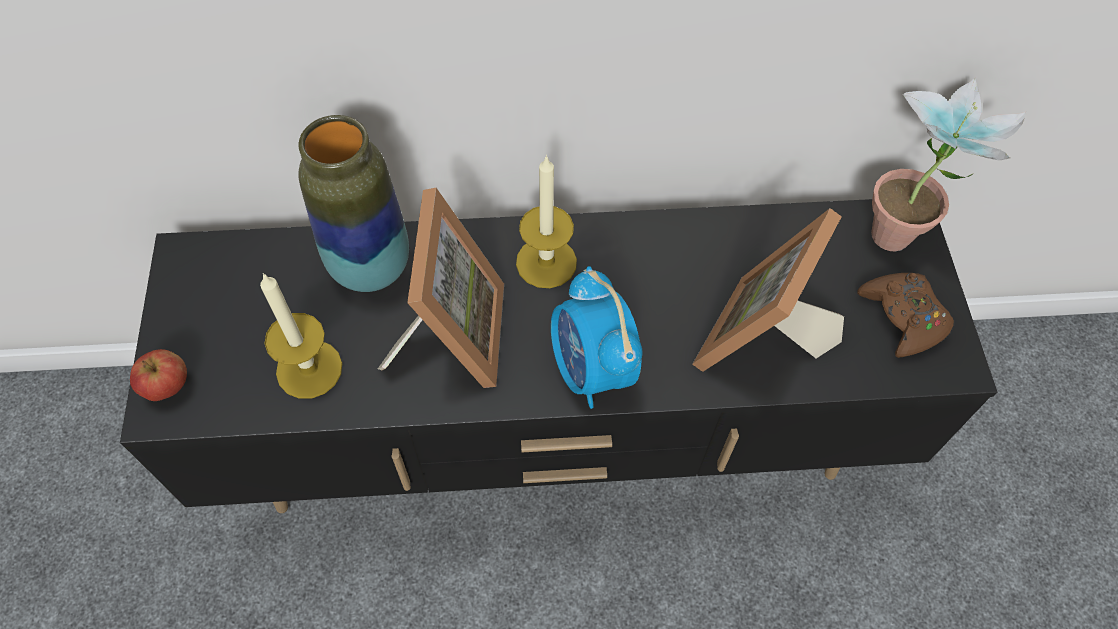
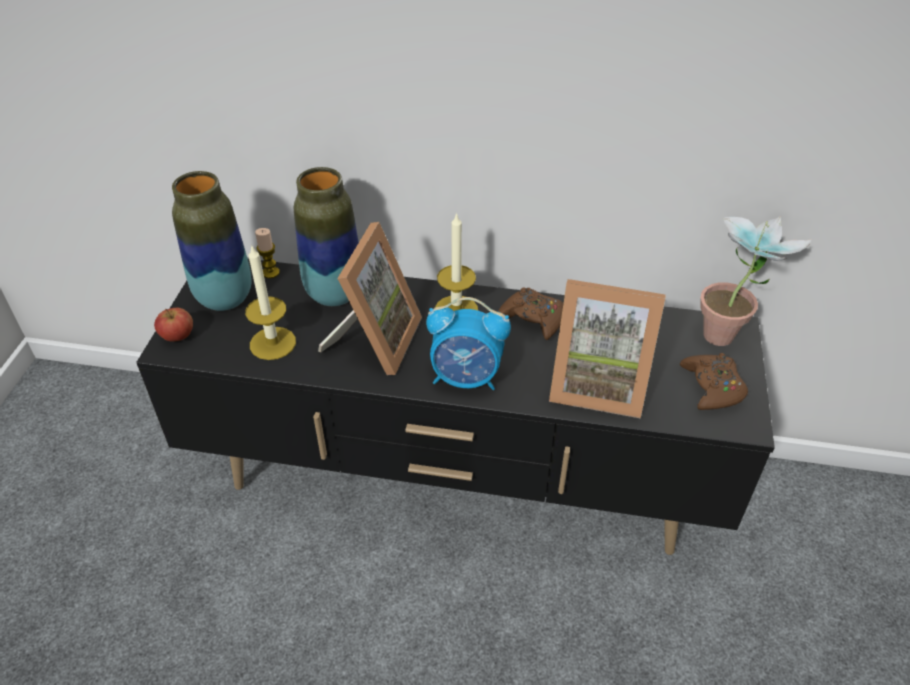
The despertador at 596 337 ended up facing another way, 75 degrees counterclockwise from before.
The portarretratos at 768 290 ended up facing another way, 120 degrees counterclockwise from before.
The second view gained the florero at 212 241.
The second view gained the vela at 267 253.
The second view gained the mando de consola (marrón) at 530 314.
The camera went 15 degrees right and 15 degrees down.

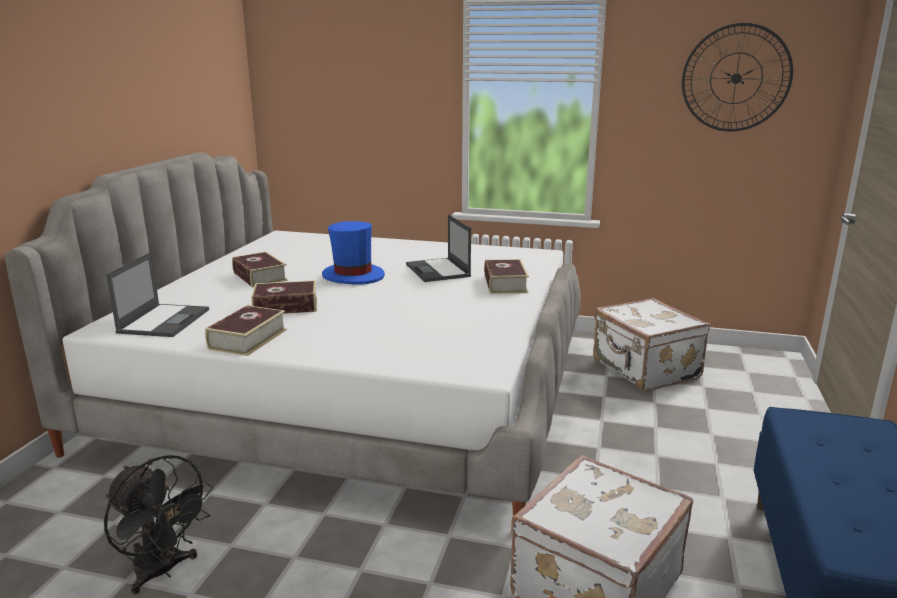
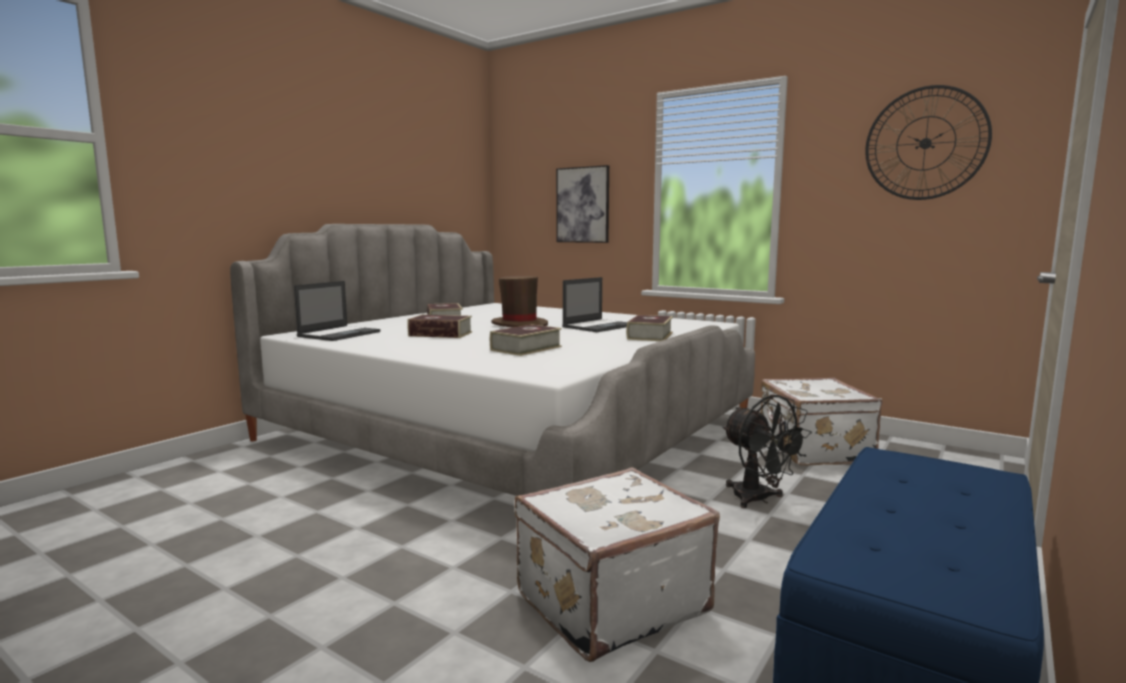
The ventilador (negro) ended up elsewhere, having gone from 159 525 to 767 451.
The libro ended up elsewhere, having gone from 246 330 to 526 340.
What was the sombrero (azul) at 353 252 turned into the sombrero (marrón) at 520 302.
The portátil at 438 248 ended up facing another way, 135 degrees counterclockwise from before.
The second view gained the cuadro at 582 204.
The camera went 20 degrees right and 10 degrees down.

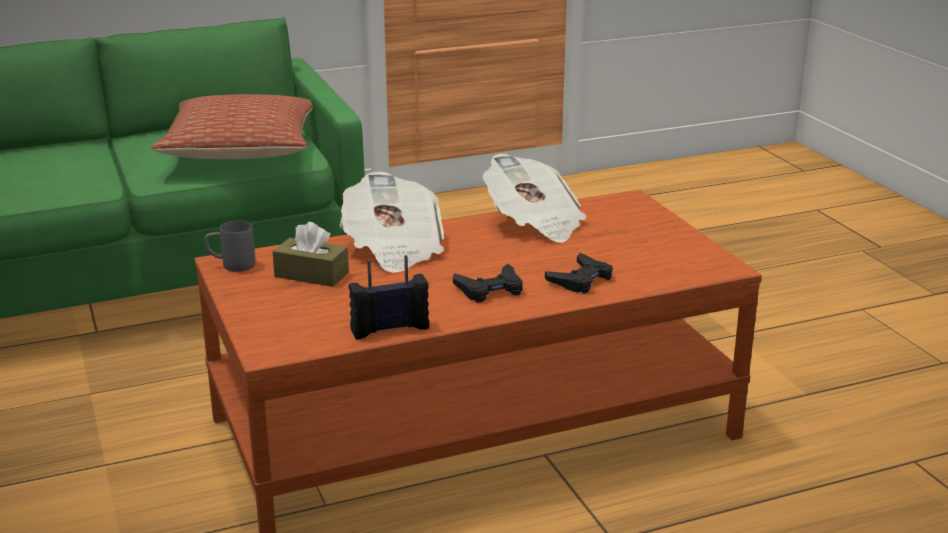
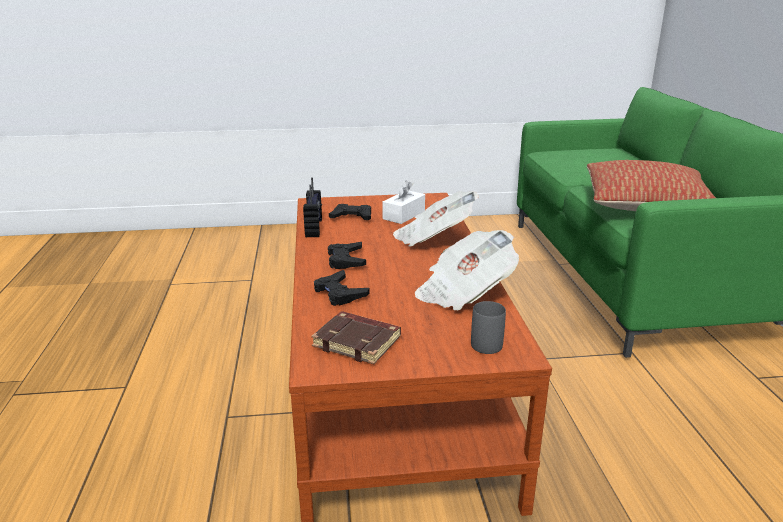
The taza grande (gris) ended up elsewhere, having gone from 229 246 to 488 327.
What was the caja de pañuelos (marrón) at 311 254 turned into the caja de pañuelos (blanco) at 404 202.
The second view gained the libro (marrón) at 356 337.
The second view gained the mando de consola (negro) at 350 212.
The camera went 105 degrees right and 0 degrees up.

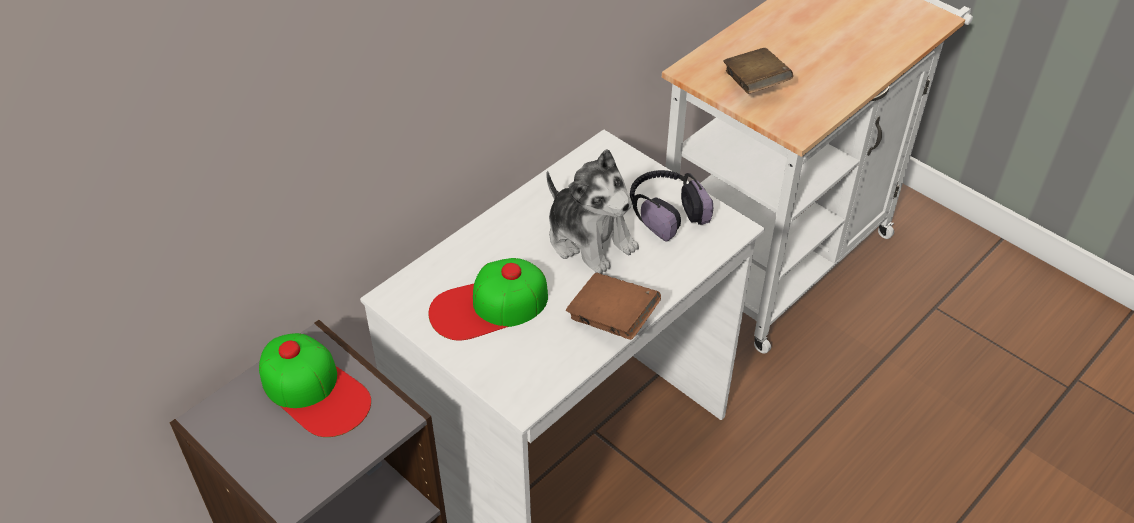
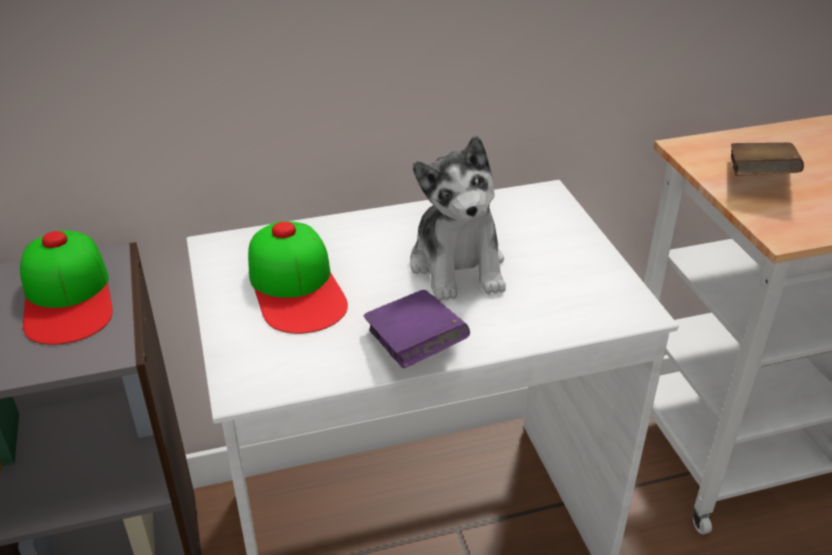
The gorra at 488 299 ended up facing another way, 120 degrees counterclockwise from before.
What was the libro (marrón) at 613 306 turned into the libro (morado) at 416 329.
The second view lost the auriculares at 672 206.
The camera went 30 degrees right and 10 degrees down.

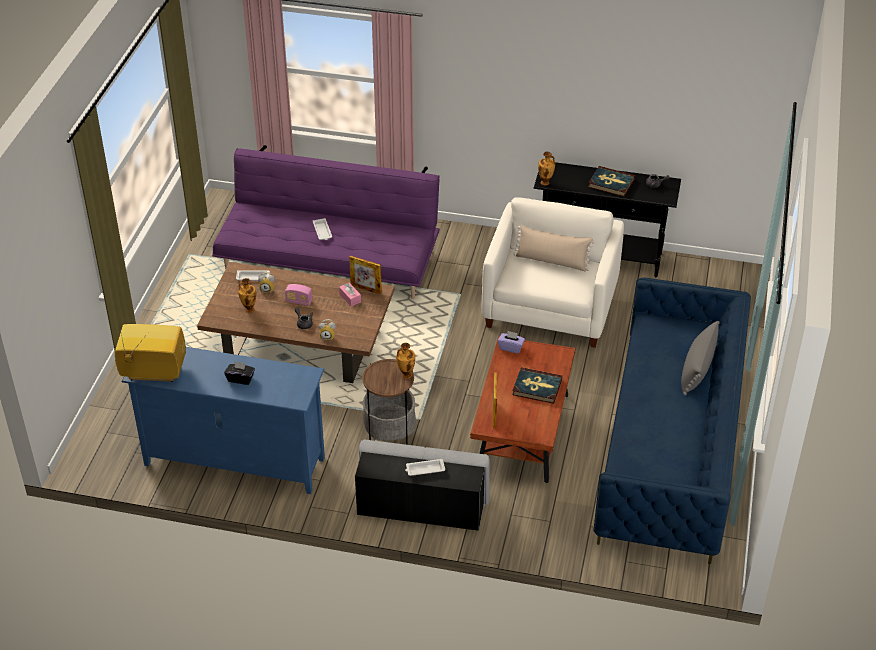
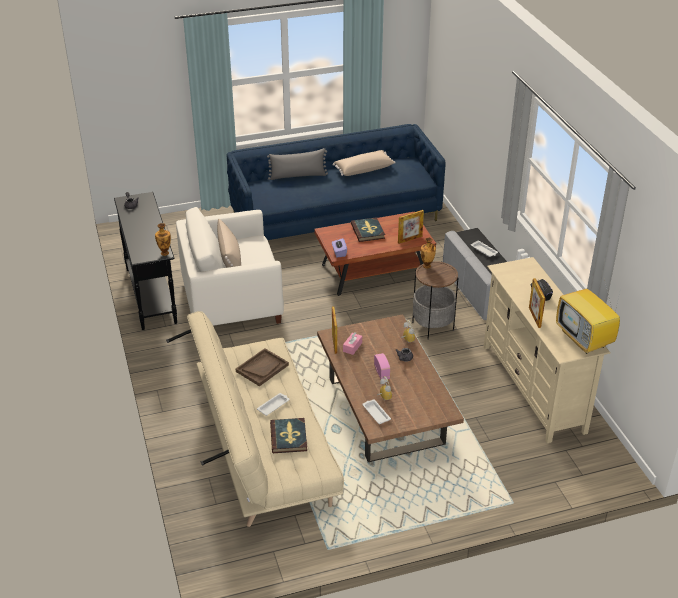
What was the mueble de televisión (azul) at 223 420 turned into the mueble de televisión (beis) at 547 350.
What was the sofá (morado) at 326 222 turned into the sofá (beis) at 255 419.
The second view lost the florero at 247 295.
The libro ended up elsewhere, having gone from 611 181 to 288 435.
The second view gained the bandeja (marrón) at 262 367.
The second view gained the cojín (beis) at 364 163.
The second view gained the portarretratos at 537 303.
The camera went 120 degrees left and 5 degrees down.

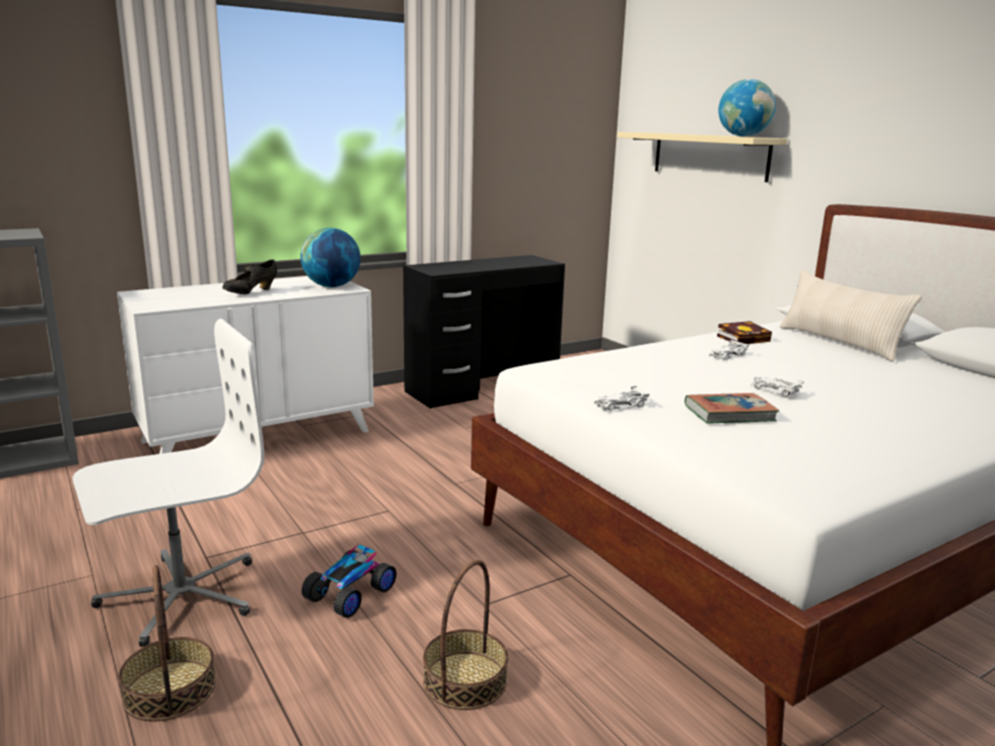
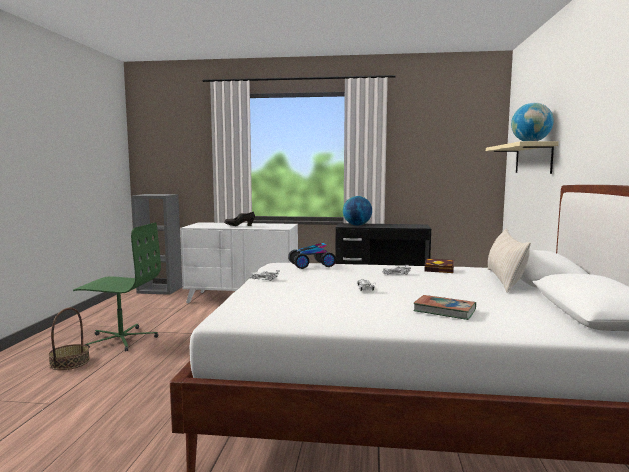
What was the silla de oficina (blanco) at 168 483 turned into the silla de oficina (verde) at 117 286.
The globo terráqueo ended up elsewhere, having gone from 330 257 to 357 211.
The coche de juguete ended up elsewhere, having gone from 349 581 to 312 256.
The second view lost the cesta at 465 635.
The libro ended up elsewhere, having gone from 732 408 to 444 307.
The camera went 40 degrees right and 10 degrees down.

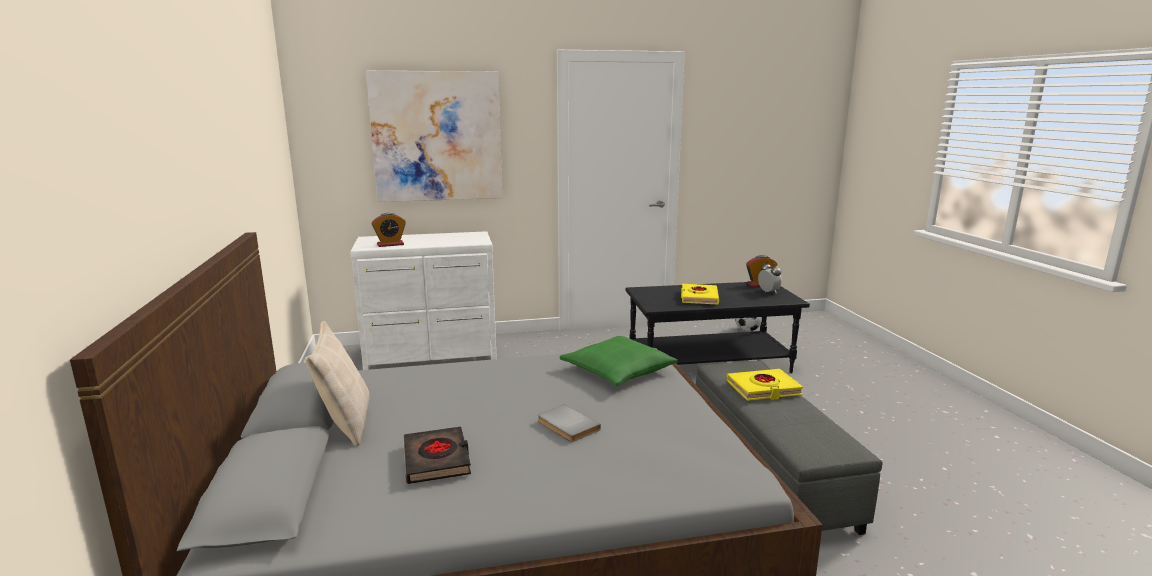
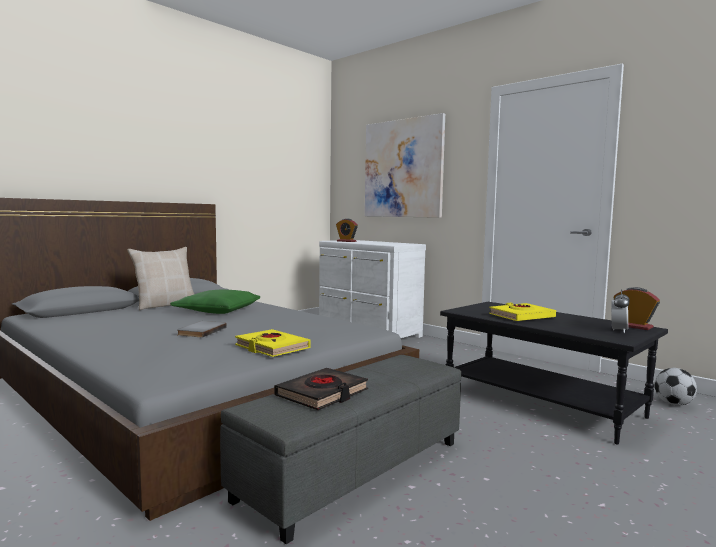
The libro (negro) ended up elsewhere, having gone from 437 455 to 321 389.
The cojín (verde) ended up elsewhere, having gone from 618 361 to 215 302.
The libro (amarillo) ended up elsewhere, having gone from 764 385 to 273 343.
The camera went 55 degrees right and 10 degrees down.

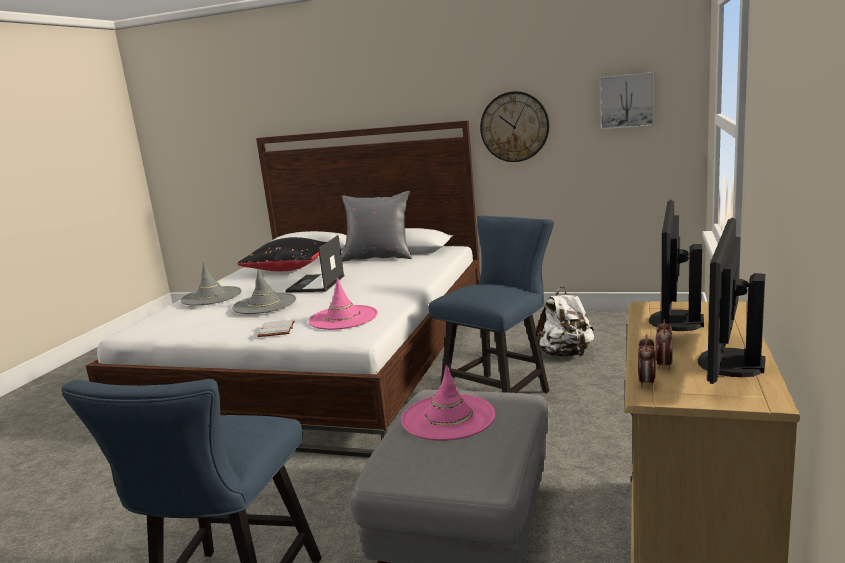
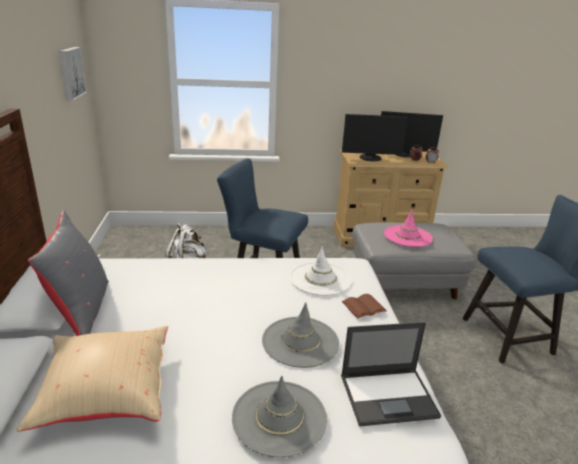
What was the cojín (negro) at 281 254 turned into the cojín (beis) at 92 379.
What was the libro (blanco) at 276 328 turned into the libro (marrón) at 364 306.
The portátil ended up elsewhere, having gone from 315 264 to 391 374.
What was the sombrero (rosa) at 343 303 turned into the sombrero (blanco) at 321 271.
The second view lost the reloj de pared at 514 126.
The camera went 115 degrees left and 10 degrees up.

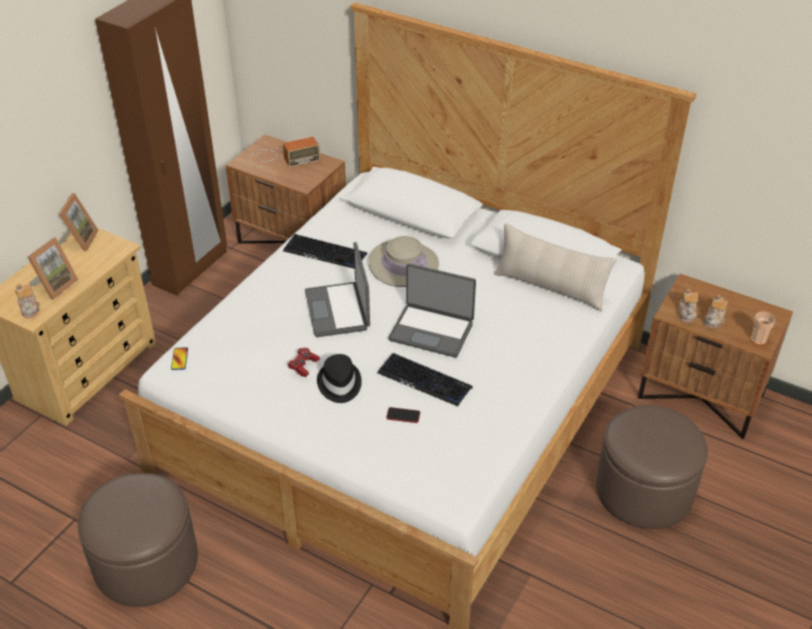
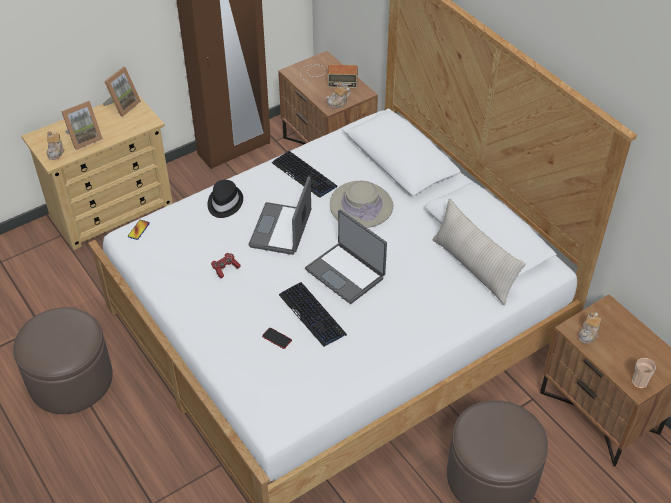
The sombrero (negro) ended up elsewhere, having gone from 339 378 to 225 199.
The tetera ended up elsewhere, having gone from 716 312 to 338 95.
The camera went 25 degrees right and 5 degrees up.

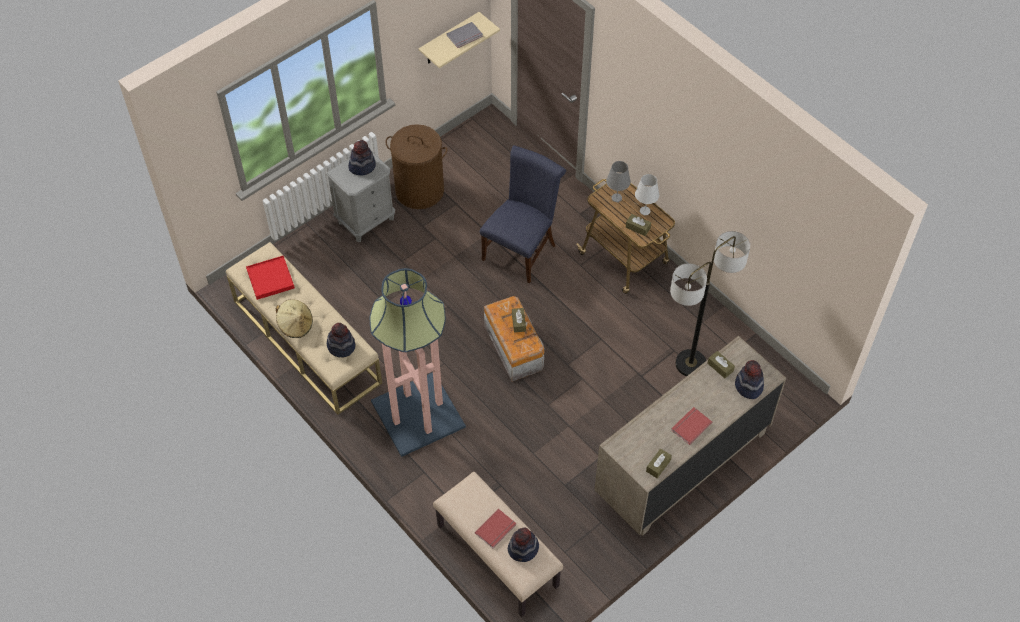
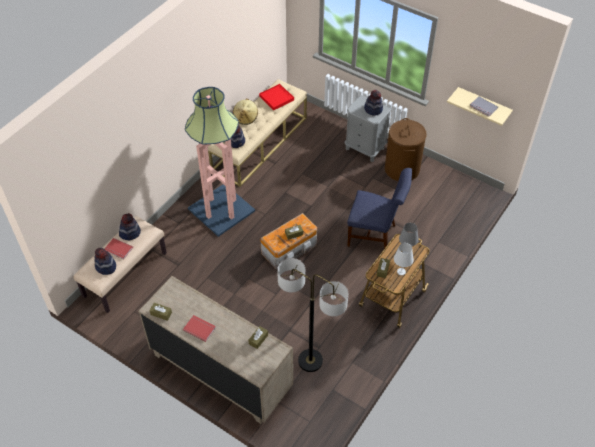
The sombrero ended up elsewhere, having gone from 749 379 to 130 226.
The camera went 75 degrees right and 5 degrees down.

